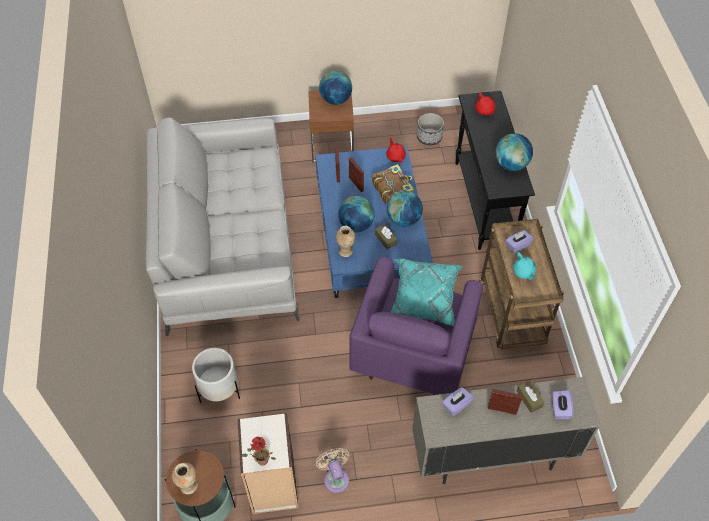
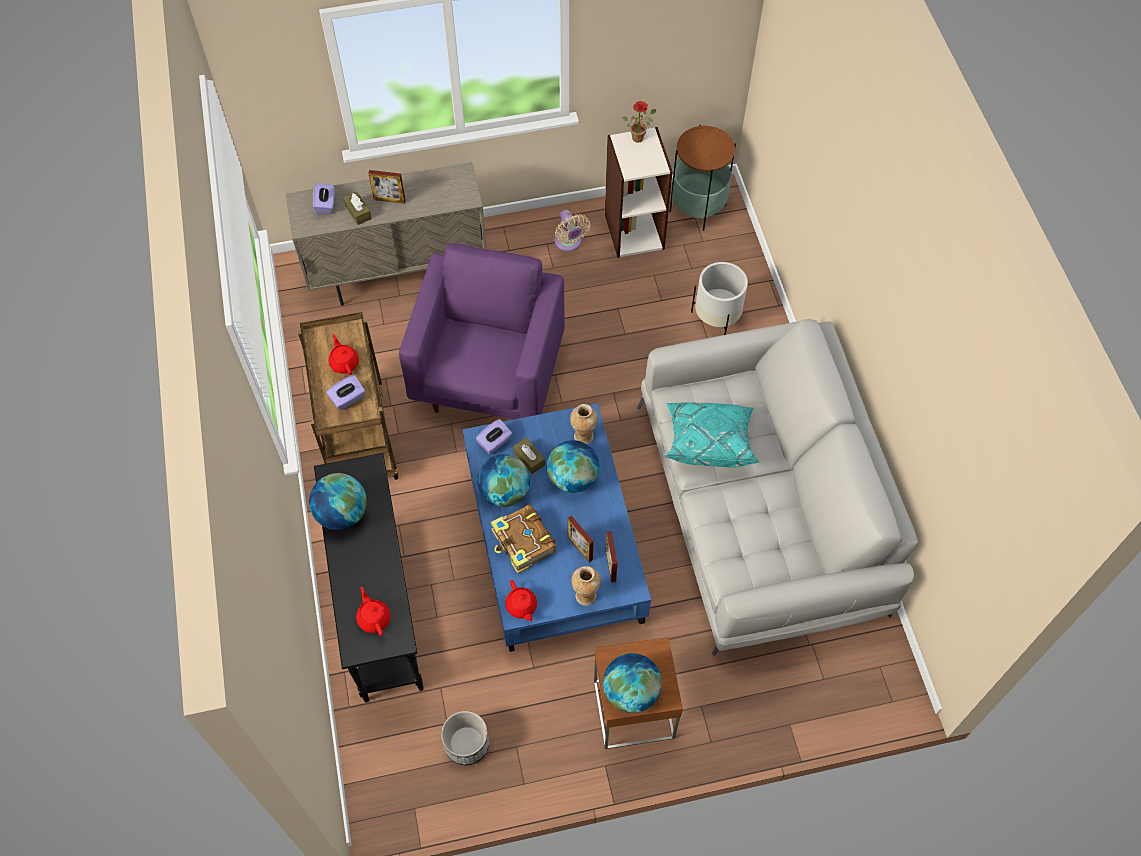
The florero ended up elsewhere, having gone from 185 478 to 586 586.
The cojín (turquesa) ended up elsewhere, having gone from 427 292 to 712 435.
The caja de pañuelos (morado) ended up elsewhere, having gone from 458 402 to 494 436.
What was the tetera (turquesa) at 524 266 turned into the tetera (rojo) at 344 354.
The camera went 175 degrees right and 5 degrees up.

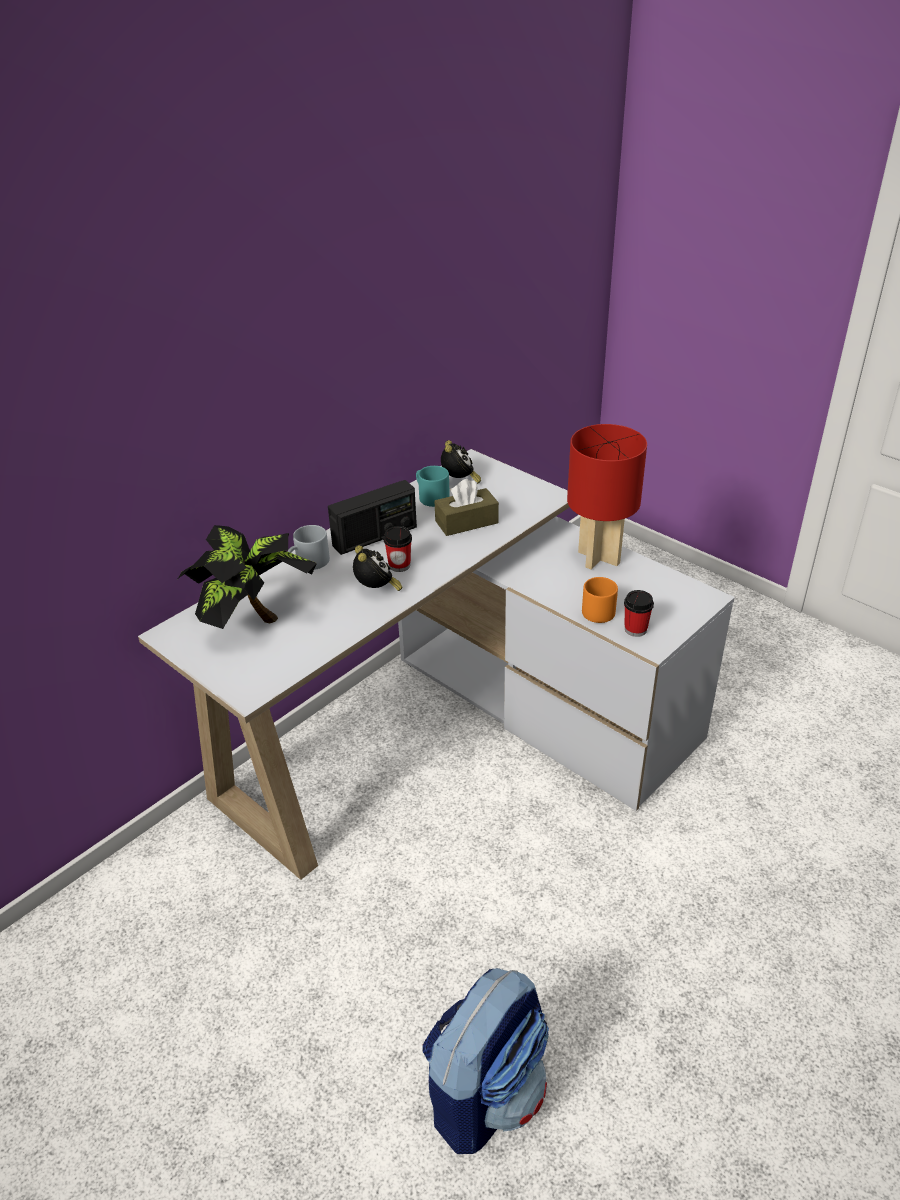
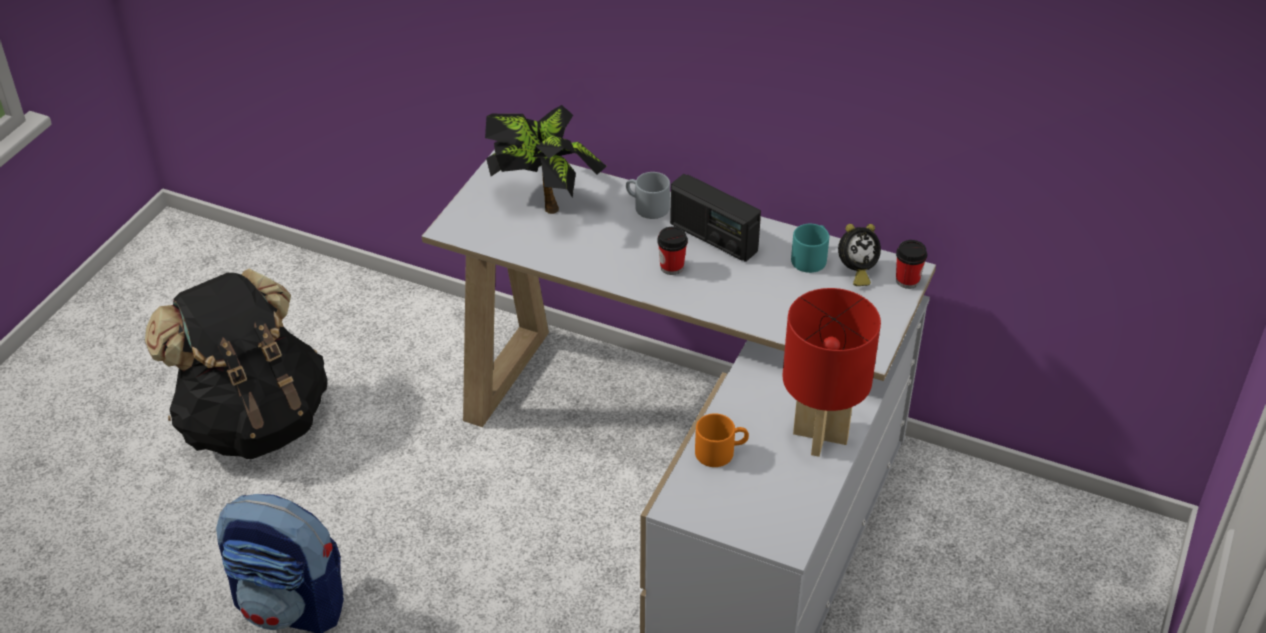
The second view lost the despertador at 378 568.
The second view lost the caja de pañuelos (marrón) at 466 507.
The taza ended up elsewhere, having gone from 639 613 to 911 264.
The second view gained the mochila (negro) at 236 363.
The camera went 70 degrees right and 5 degrees up.

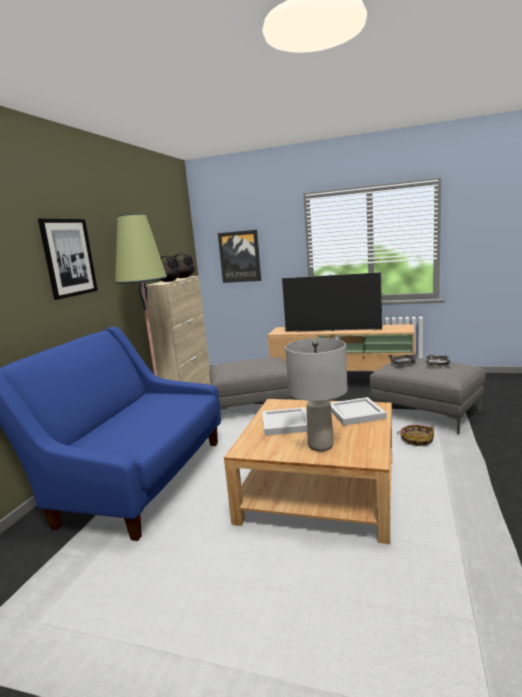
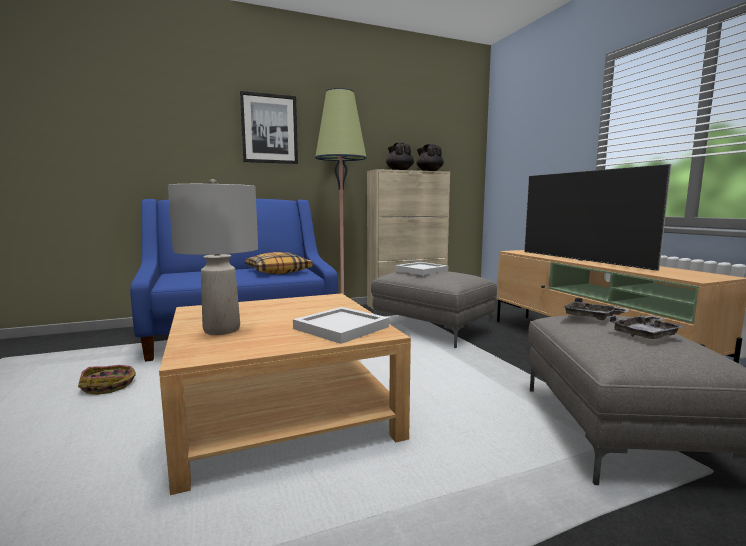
The second view lost the cuadro at 239 256.
The bandeja (blanco) ended up elsewhere, having gone from 284 421 to 421 268.
The cesta ended up elsewhere, having gone from 415 435 to 107 380.
The second view gained the cojín at 278 263.
The camera went 50 degrees right and 5 degrees down.

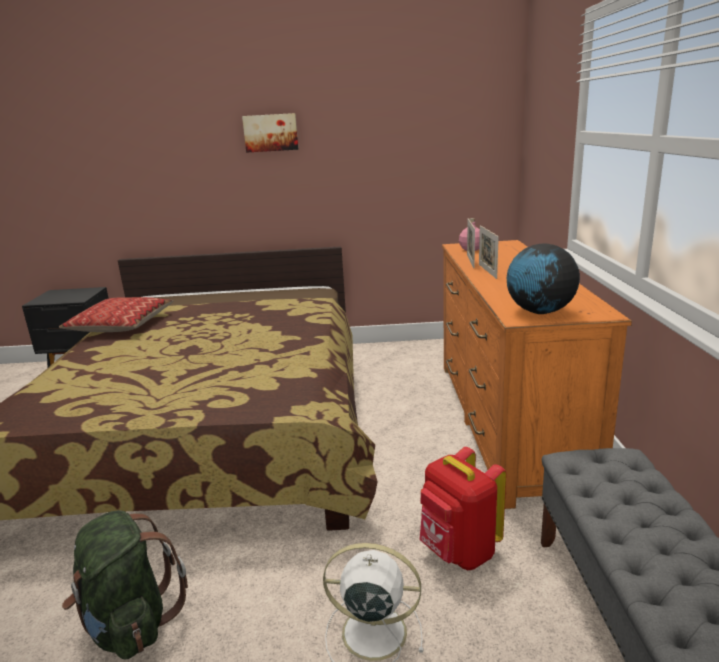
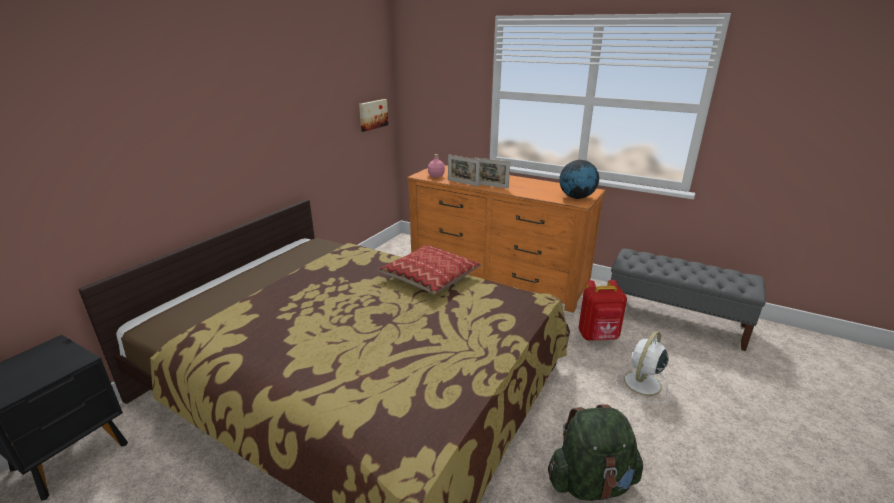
The cojín ended up elsewhere, having gone from 116 314 to 429 270.
The cuadro ended up elsewhere, having gone from 270 133 to 373 115.
The camera went 60 degrees left and 5 degrees up.

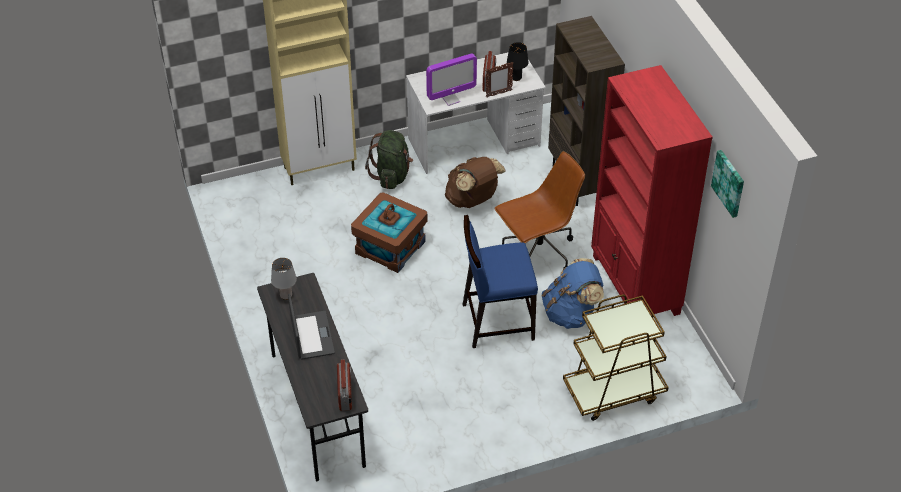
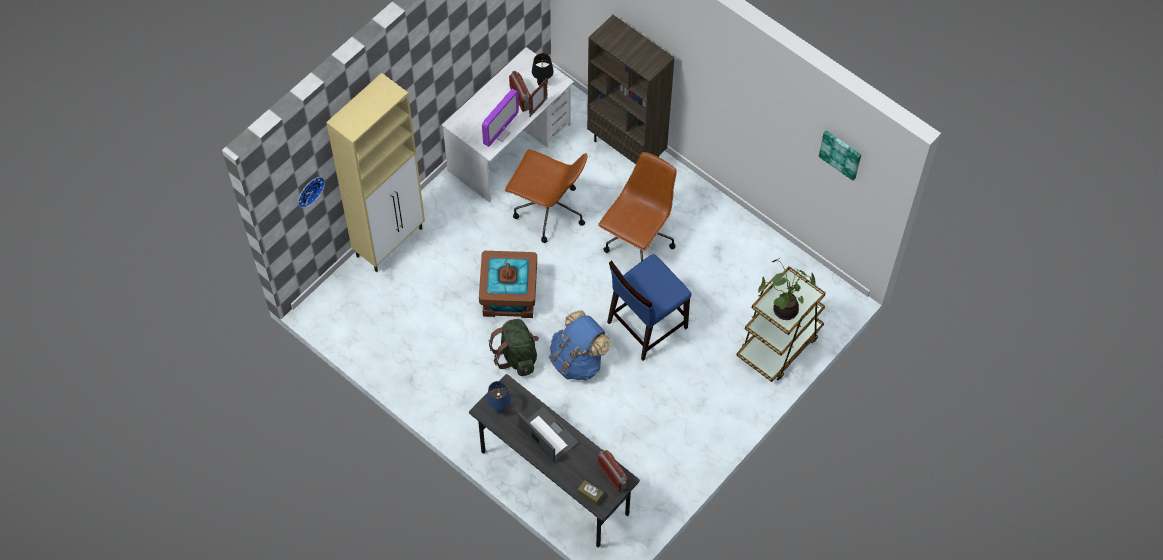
What was the lámpara de mesa (gris) at 284 279 turned into the lámpara de mesa (azul) at 499 397.
The mochila (verde) ended up elsewhere, having gone from 389 159 to 513 347.
Where the mochila (marrón) stood at 475 182, the silla de oficina (marrón) came to stand at 546 196.
The mochila (azul) ended up elsewhere, having gone from 573 293 to 580 346.
The second view lost the estantería (rojo) at 652 190.
The second view gained the reloj de pared at 311 192.
The second view gained the caja de pañuelos (marrón) at 590 493.
The second view gained the planta en maceta at 787 288.
The camera went 30 degrees left and 15 degrees up.

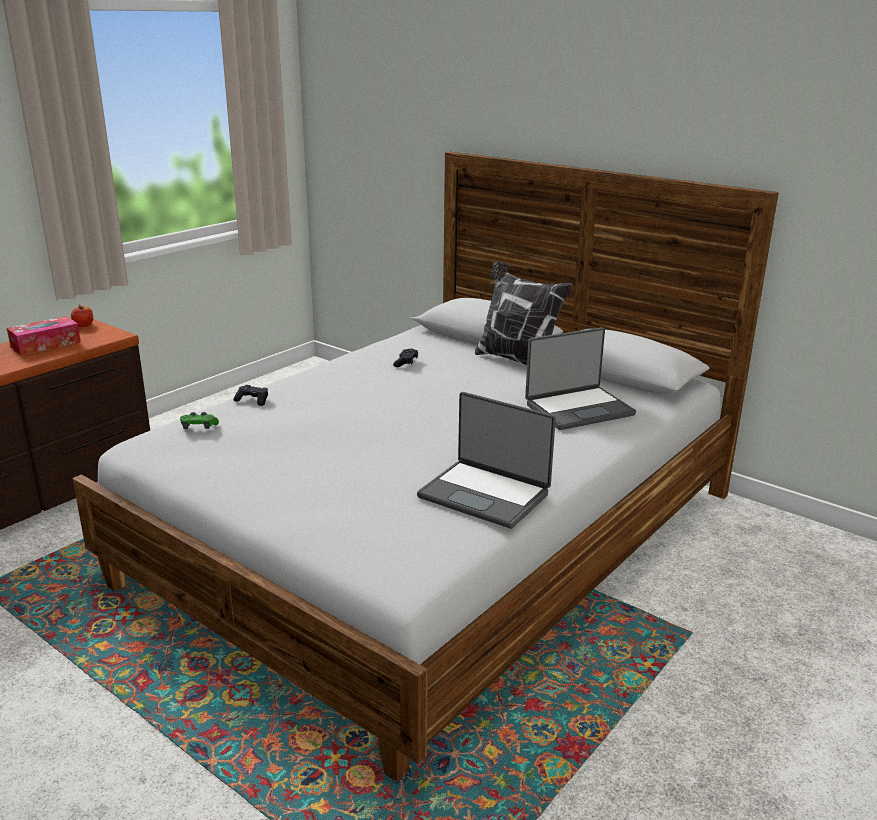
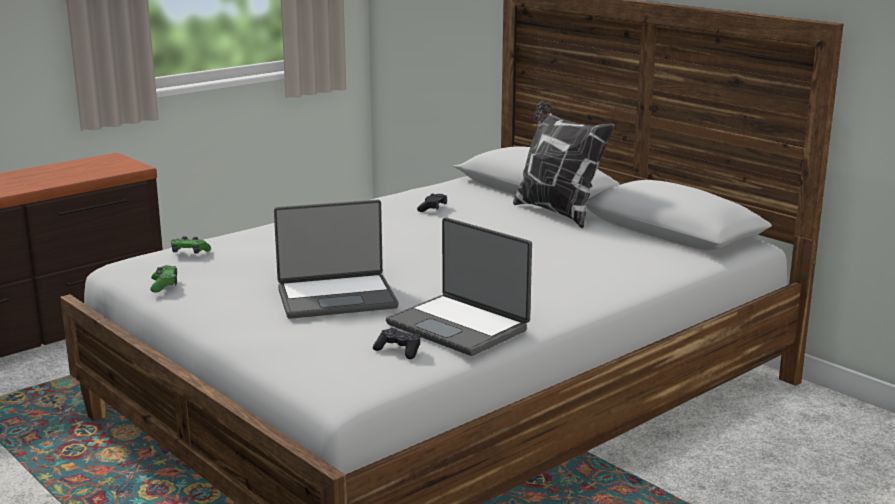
The second view lost the caja de pañuelos at 44 335.
The second view lost the manzana at 82 316.
The mando de consola (negro) ended up elsewhere, having gone from 250 395 to 397 343.
The portátil ended up elsewhere, having gone from 580 378 to 336 259.
The second view gained the mando de consola (verde) at 163 278.
The camera went 10 degrees right and 5 degrees down.

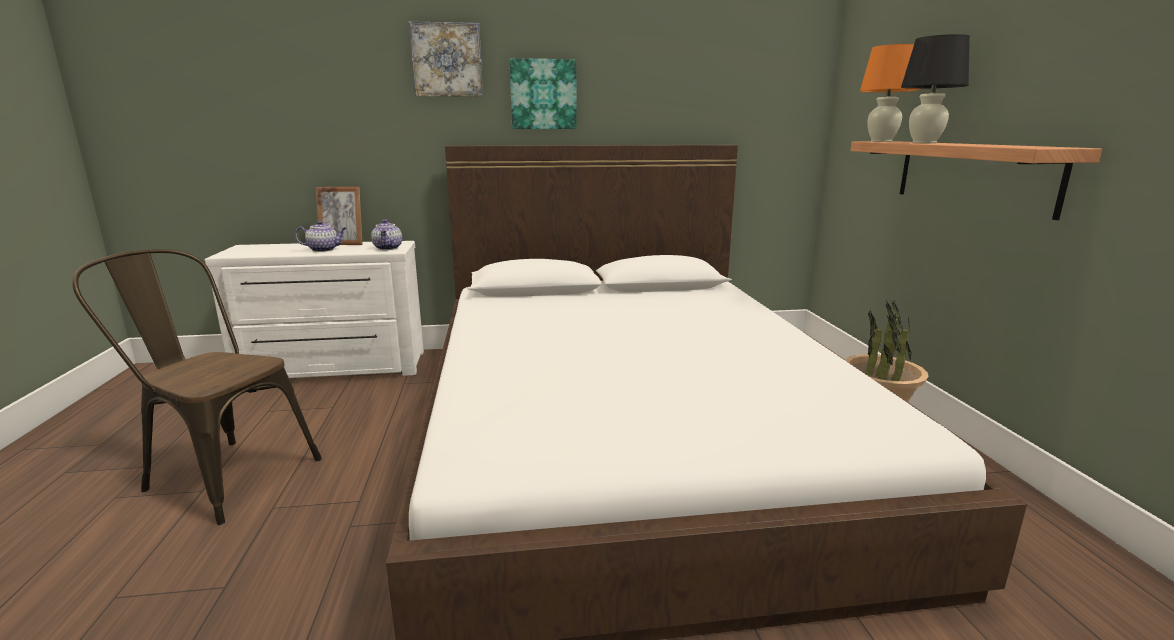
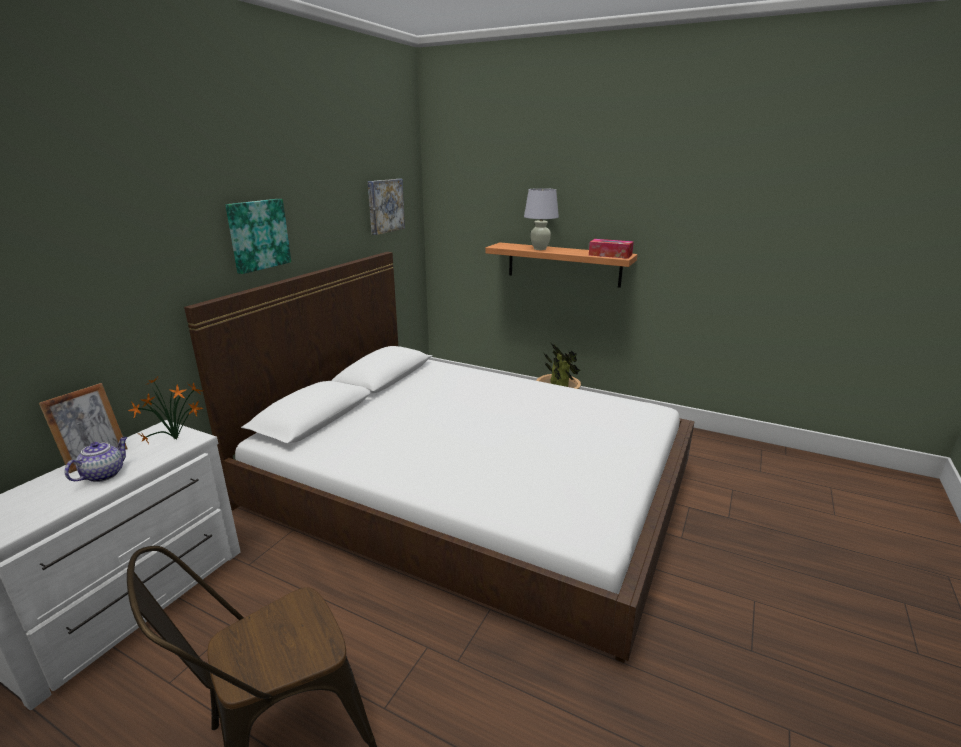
Where the tetera stood at 386 234, the planta en maceta came to stand at 165 410.
The cuadro ended up elsewhere, having gone from 446 59 to 386 207.
The second view lost the lámpara de mesa (naranja) at 889 93.
What was the lámpara de mesa (negro) at 935 88 turned into the lámpara de mesa (blanco) at 541 219.
The second view gained the caja de pañuelos at 611 249.
The camera went 55 degrees left and 5 degrees up.

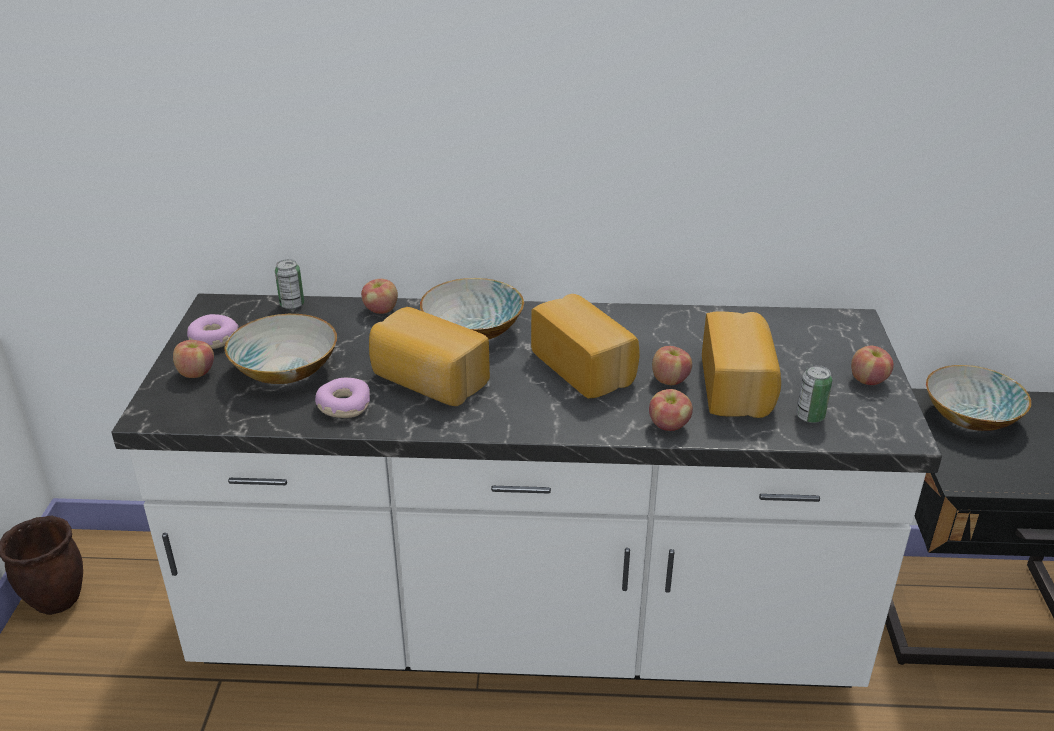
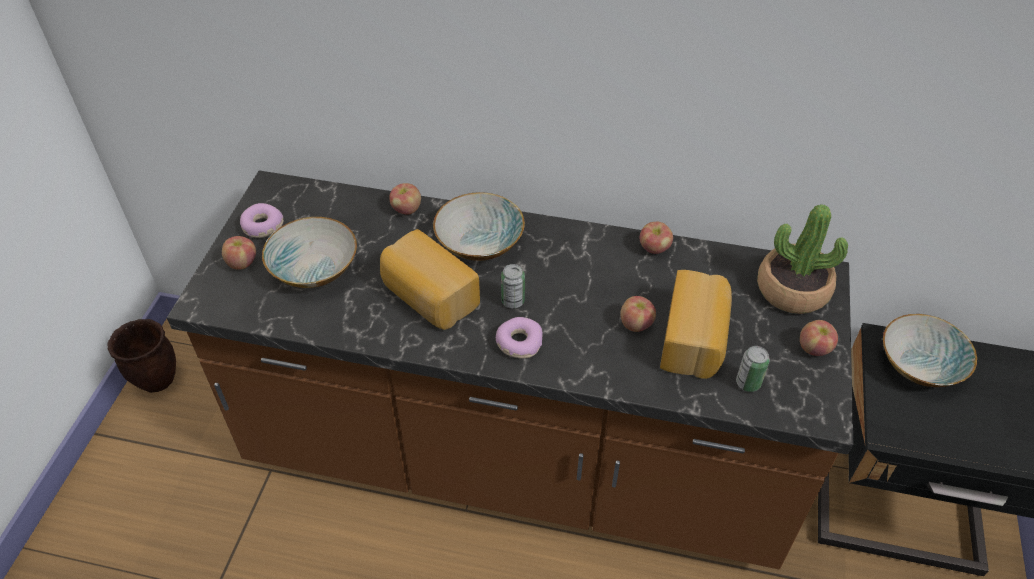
What was the mueble bajo de cocina (blanco) at 527 491 turned into the mueble bajo de cocina (marrón) at 510 370.
The lata ended up elsewhere, having gone from 289 284 to 513 286.
The rosquilla ended up elsewhere, having gone from 342 398 to 519 338.
The second view lost the pan at 585 346.
The manzana ended up elsewhere, having gone from 671 410 to 656 238.
The second view gained the planta en maceta at 802 259.
The camera went 10 degrees right and 15 degrees up.

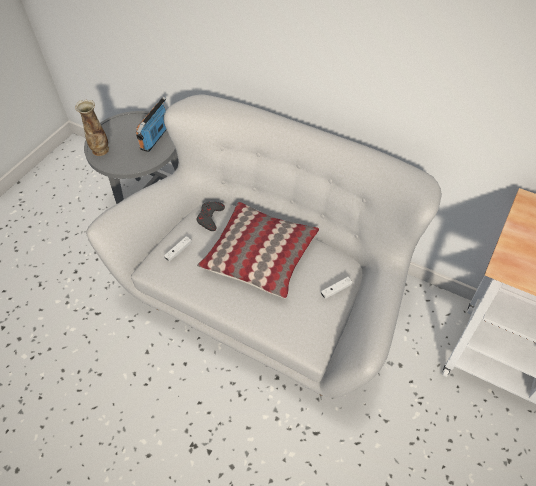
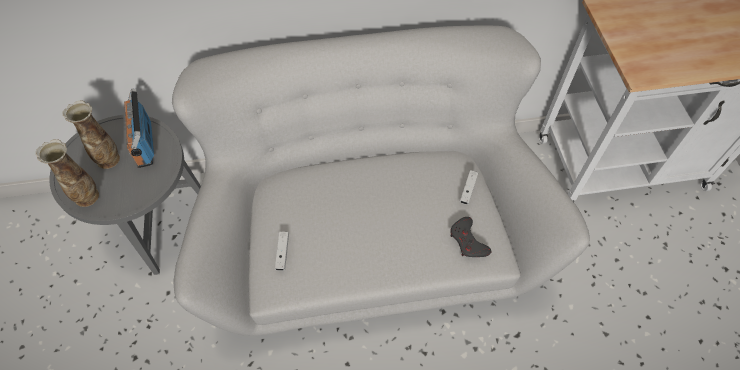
The mando de consola (gris) ended up elsewhere, having gone from 210 216 to 470 237.
The second view lost the cojín at 258 250.
The second view gained the florero at 91 135.
The camera went 40 degrees left and 5 degrees up.

